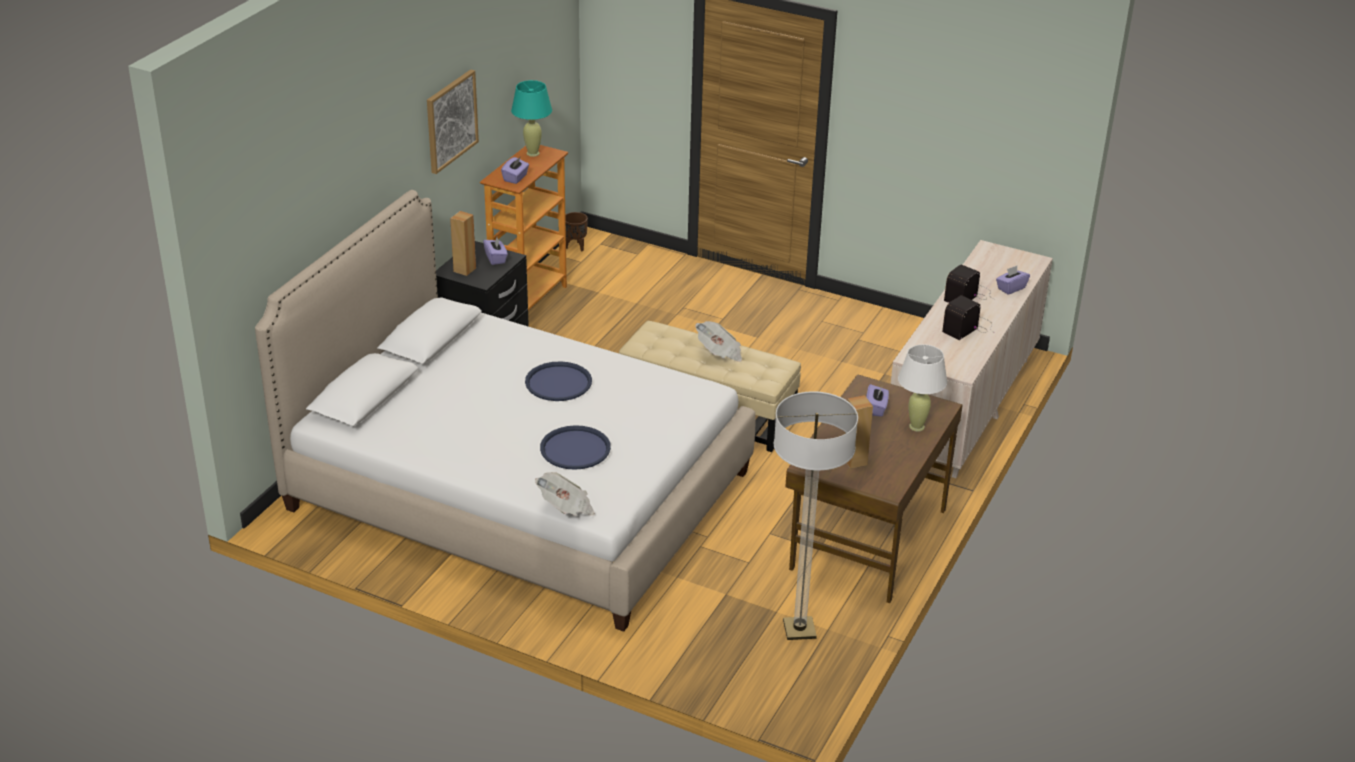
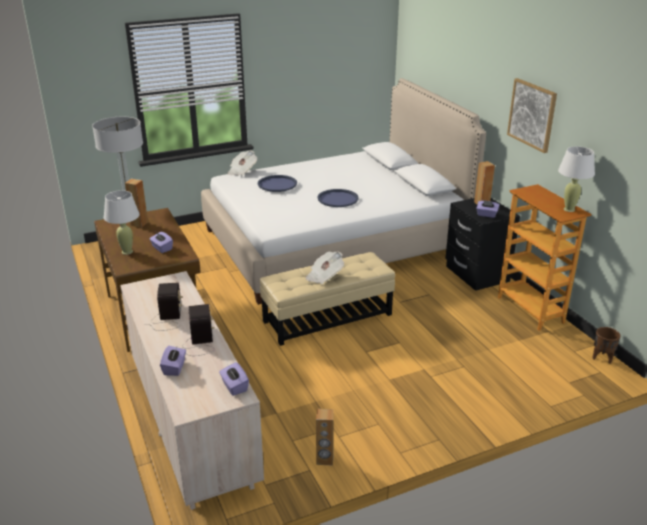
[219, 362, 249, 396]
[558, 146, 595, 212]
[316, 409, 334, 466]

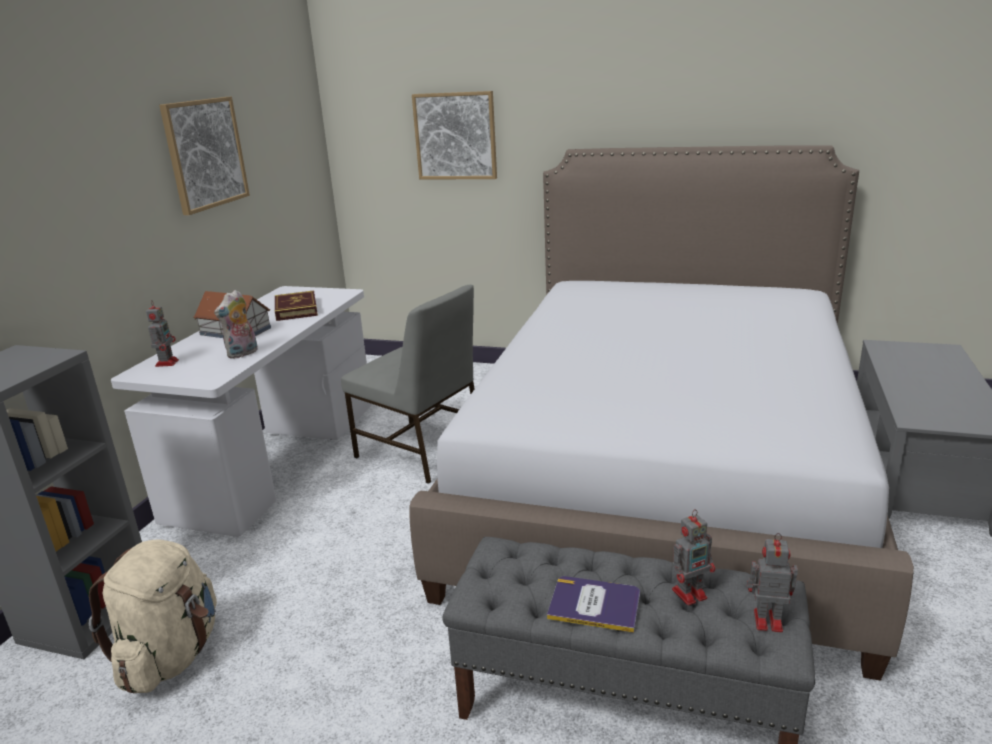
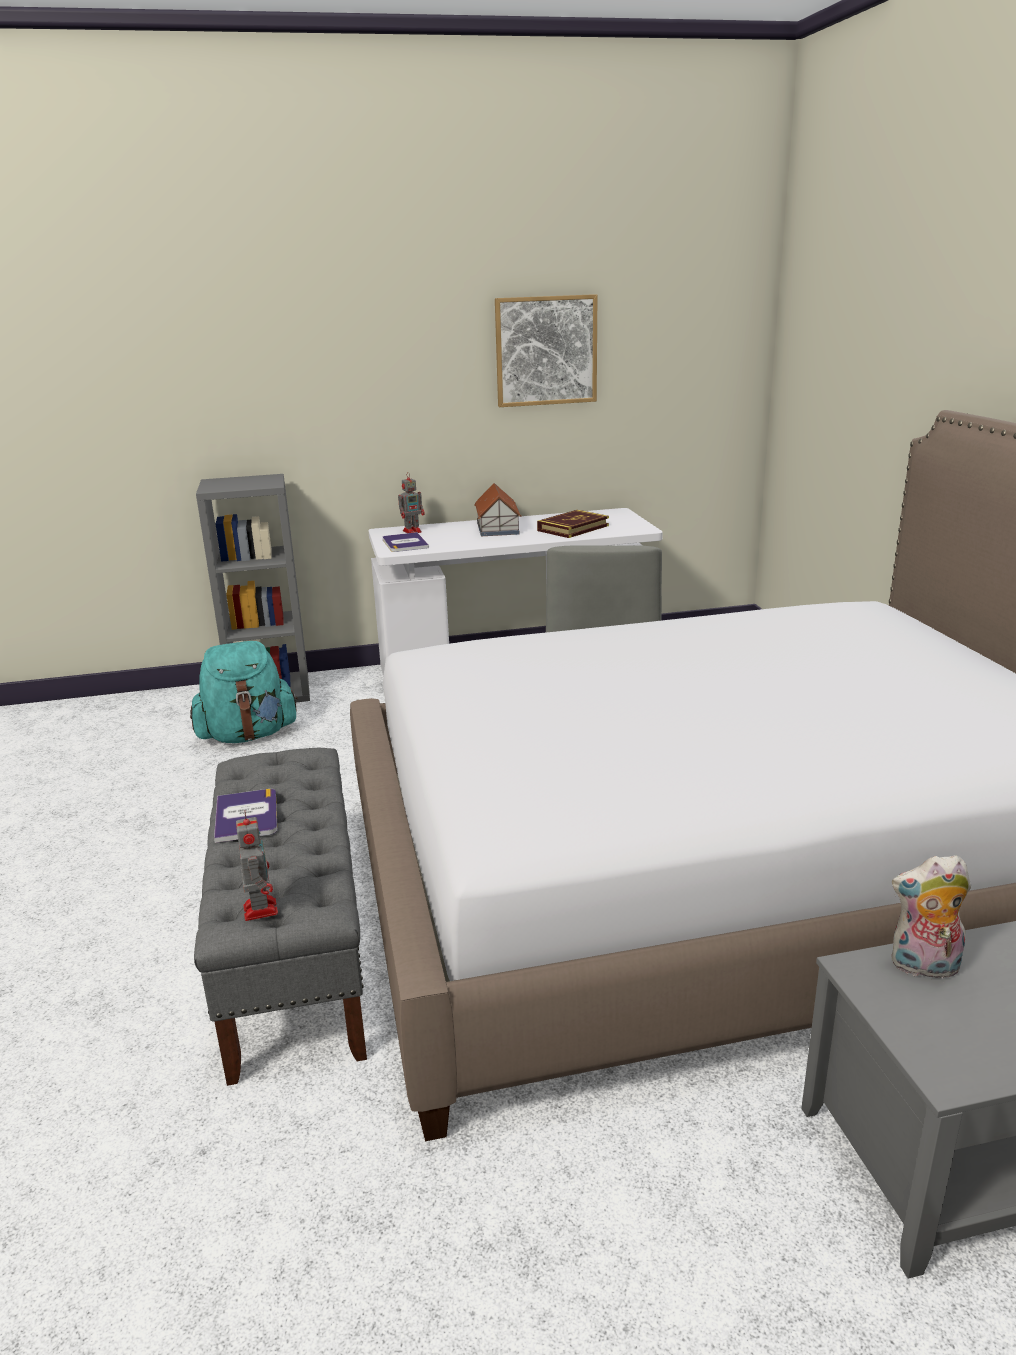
[190, 641, 298, 743]
[891, 855, 971, 983]
[412, 91, 497, 179] (first image)
[672, 509, 715, 606] (first image)
[383, 532, 429, 552]

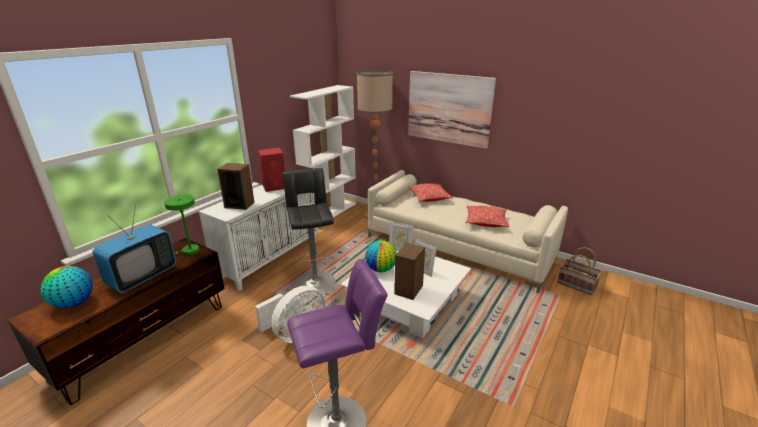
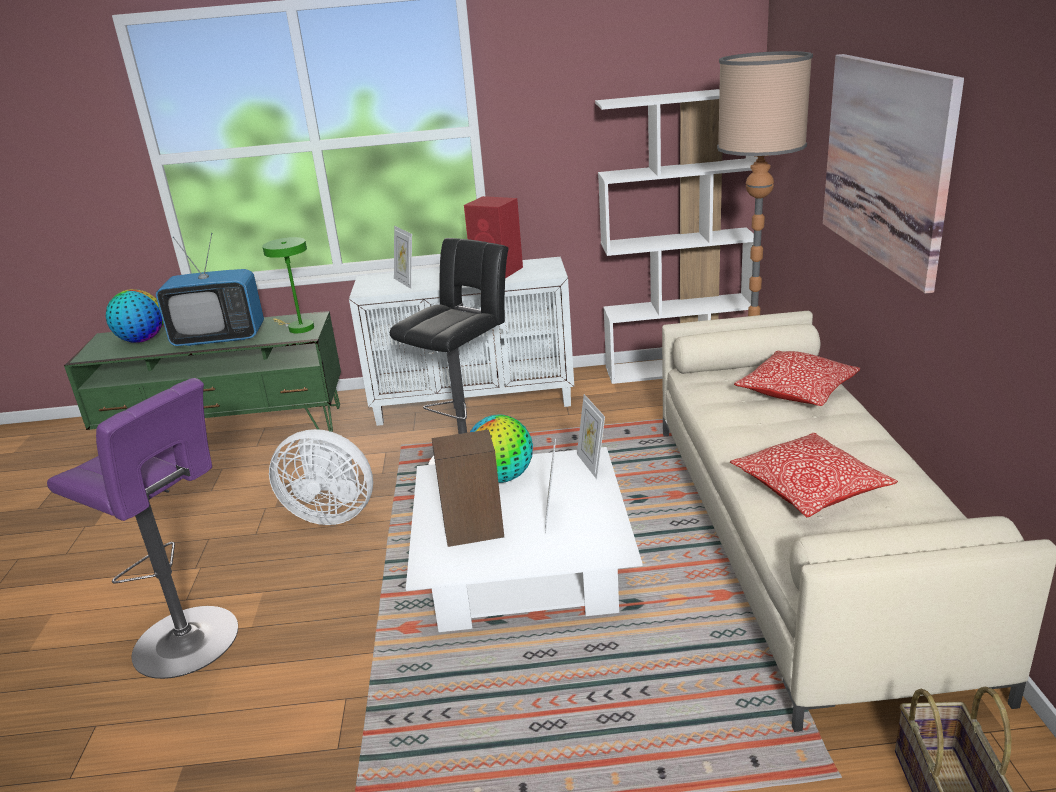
[64, 311, 341, 432]
[394, 226, 412, 289]

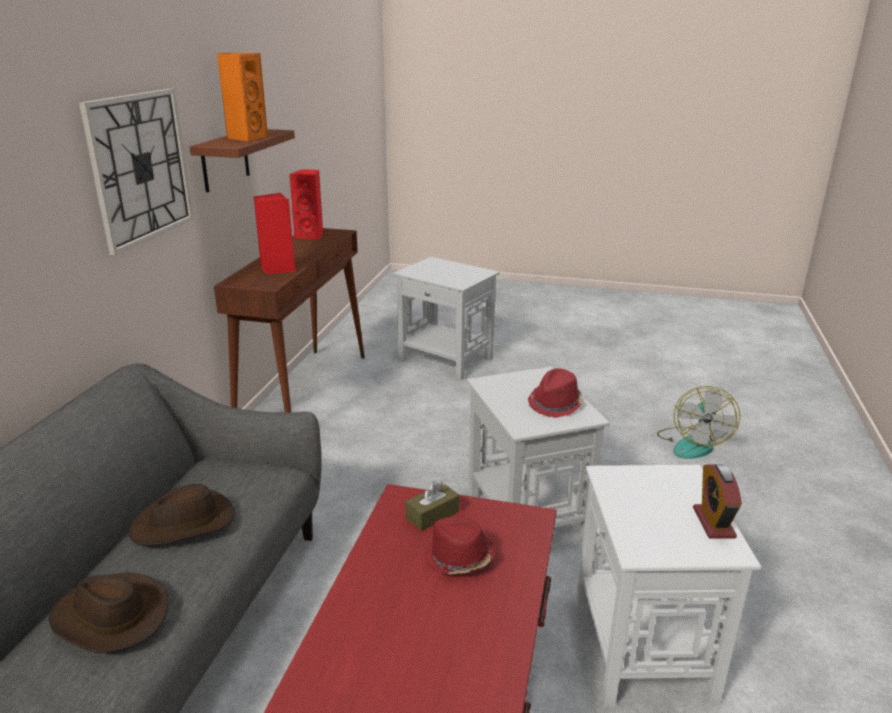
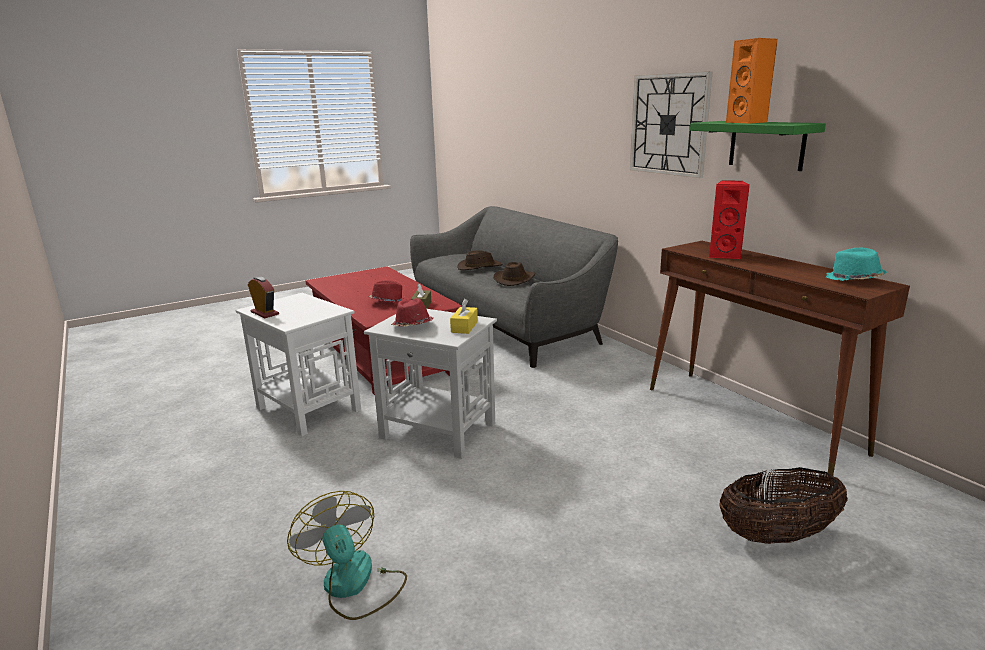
[690, 121, 826, 171]
[826, 247, 887, 281]
[720, 467, 848, 544]
[450, 299, 478, 334]

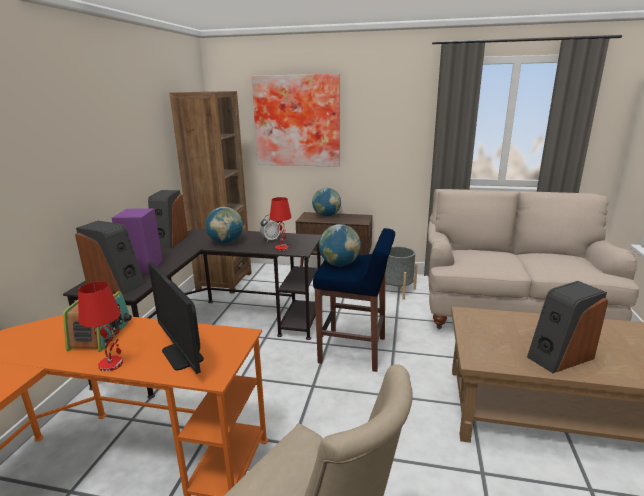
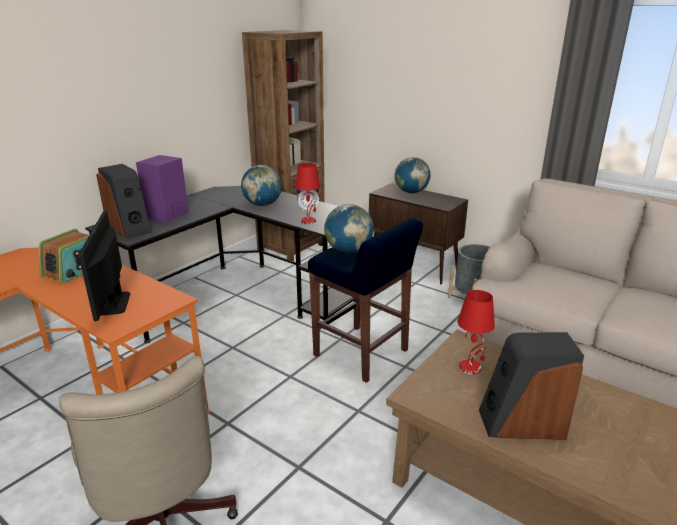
[458, 290, 495, 374]
[148, 190, 188, 249] (first image)
[252, 74, 340, 167] (first image)

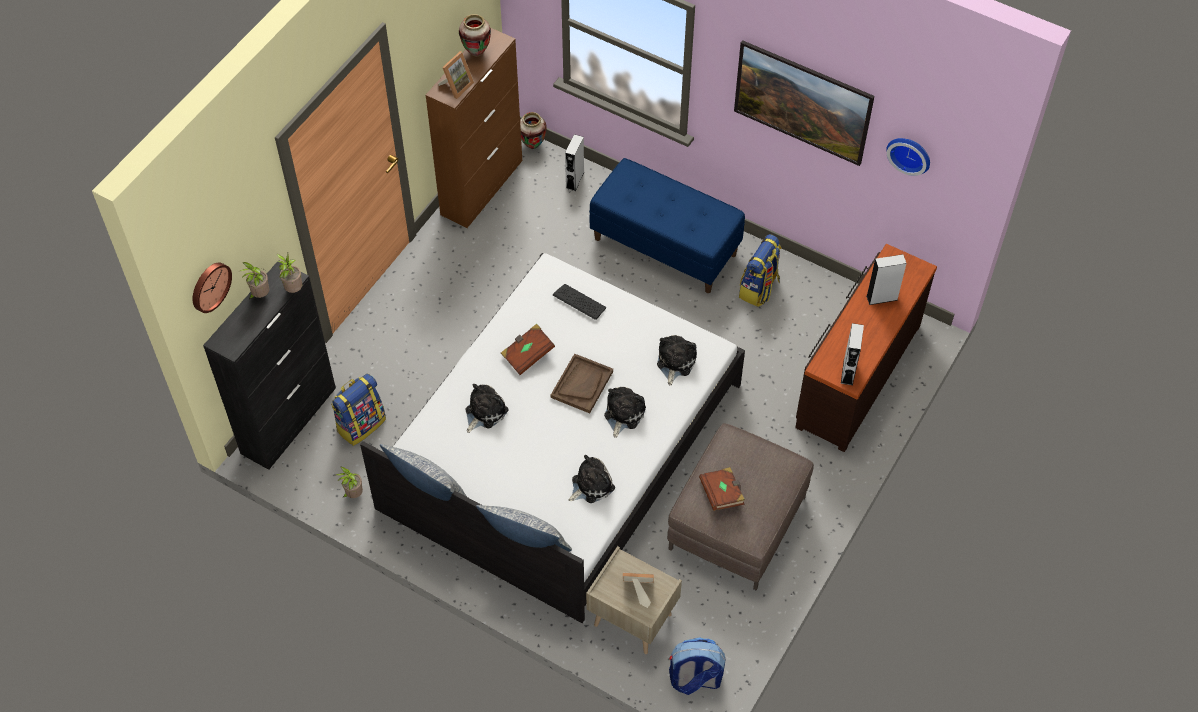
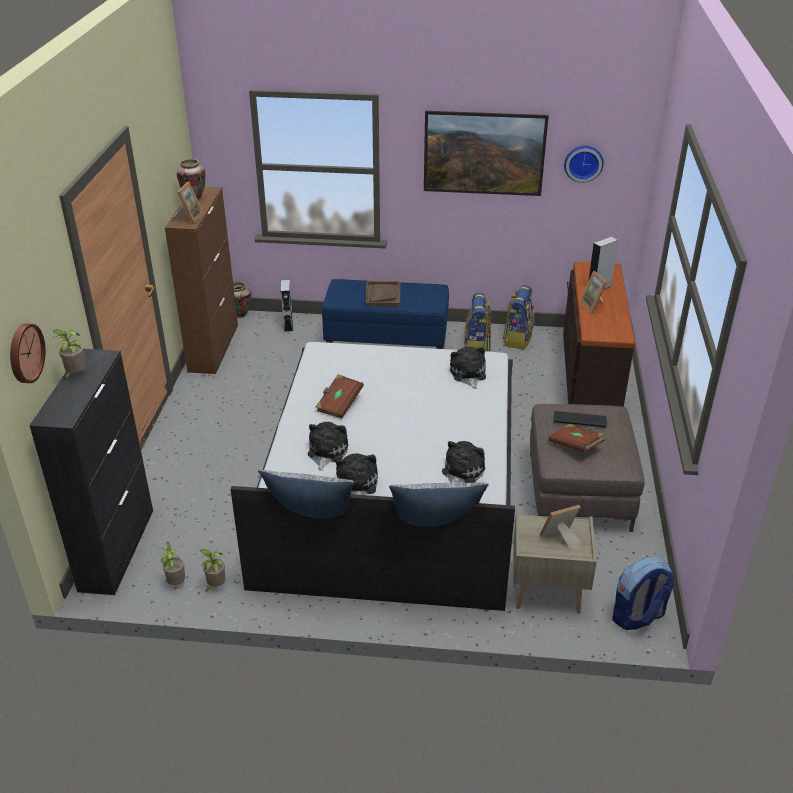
[157, 542, 185, 585]
[503, 285, 534, 349]
[365, 281, 400, 307]
[553, 411, 607, 427]
[336, 453, 378, 495]
[841, 323, 864, 385] (first image)
[580, 271, 607, 313]

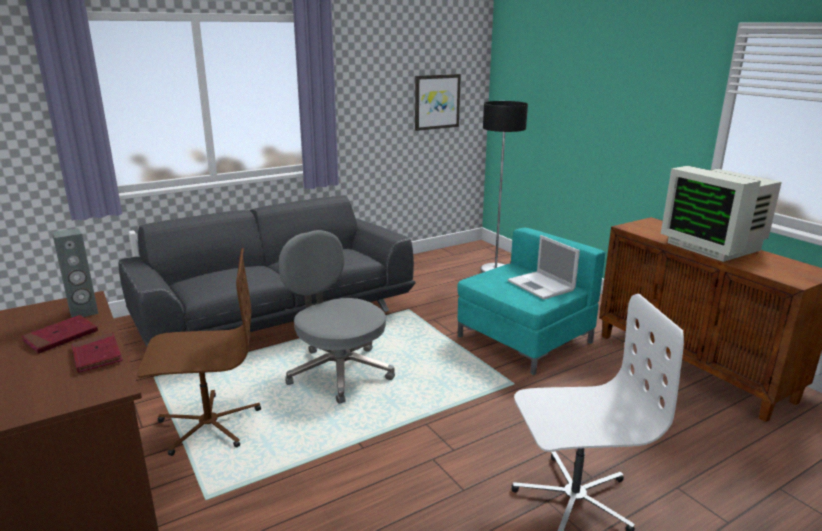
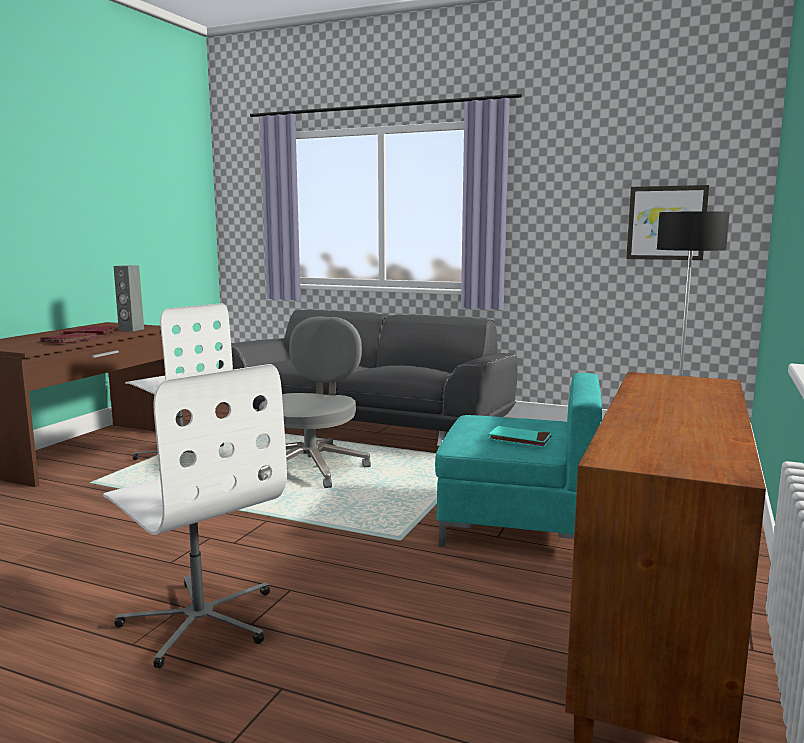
[125, 303, 233, 471]
[488, 426, 552, 448]
[661, 166, 782, 262] (first image)

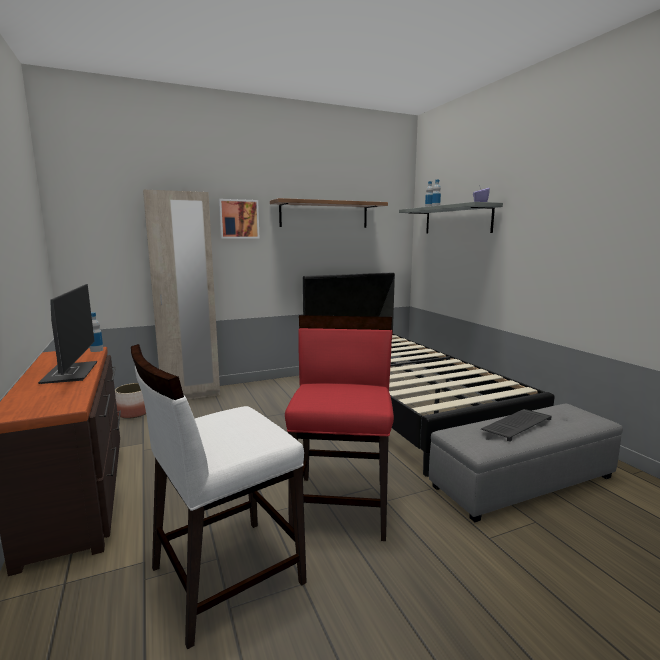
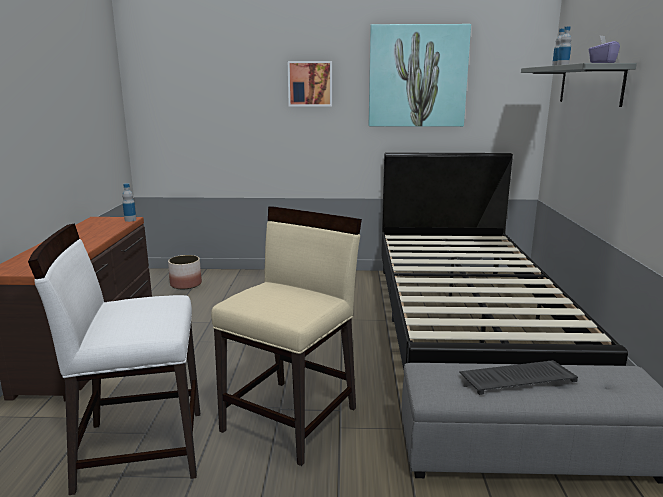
[38, 284, 97, 384] (first image)
[143, 190, 220, 400] (first image)
[369, 24, 471, 127]
[211, 206, 362, 466]

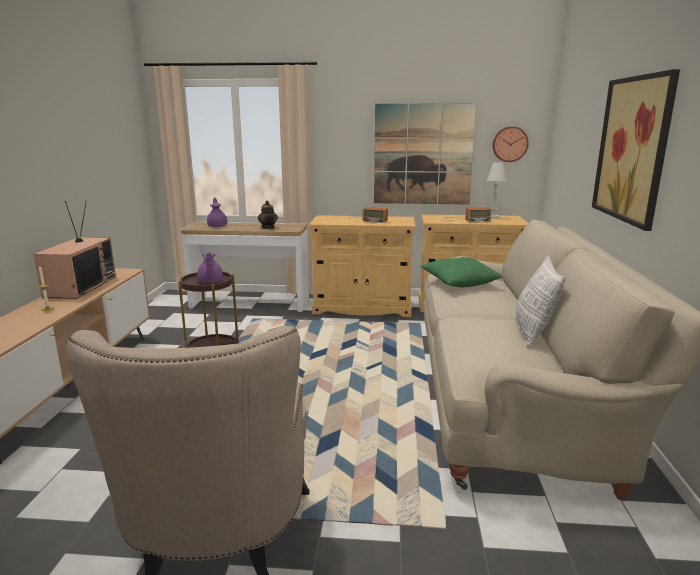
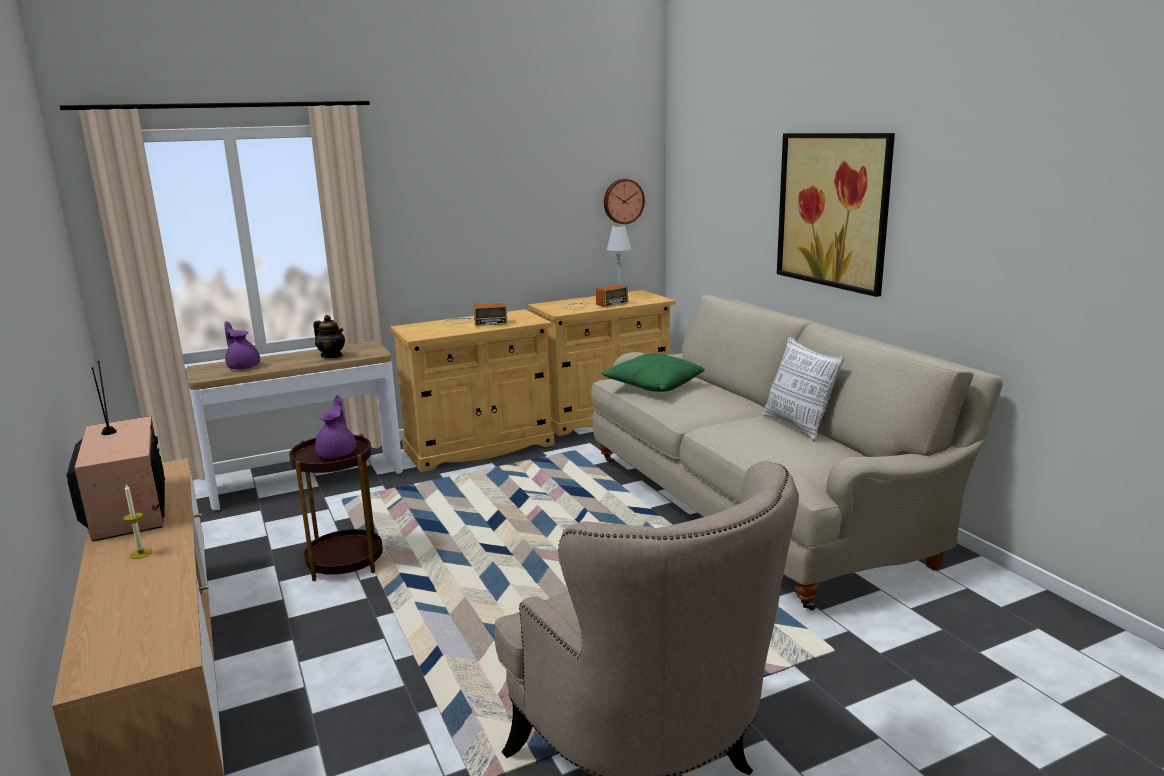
[315, 395, 356, 458]
[374, 103, 476, 204] (first image)

